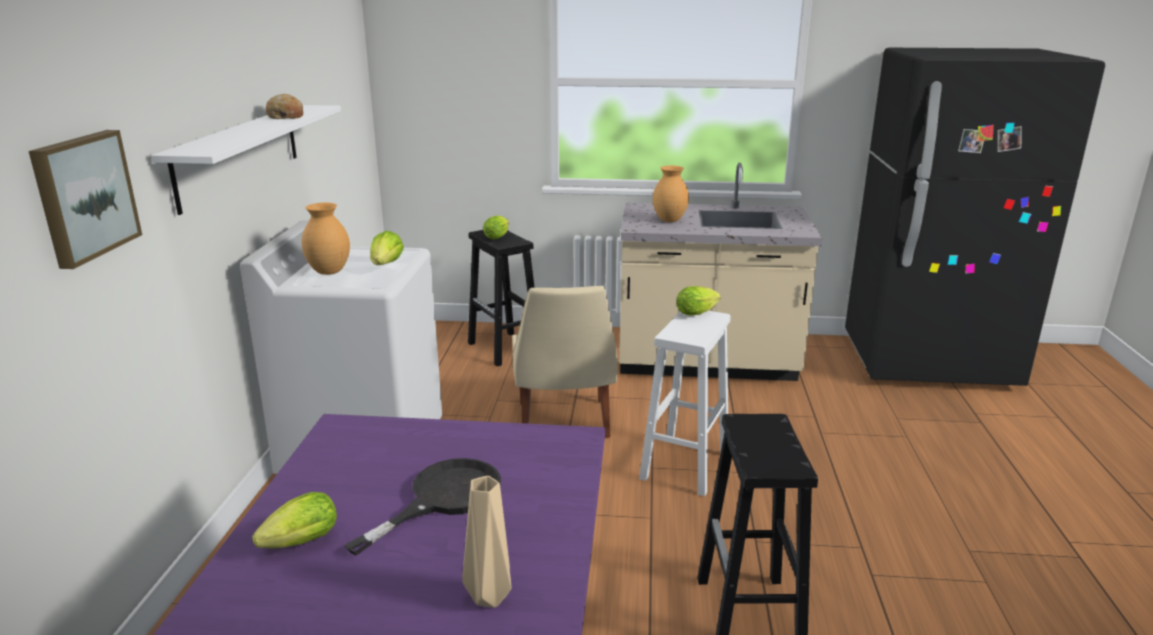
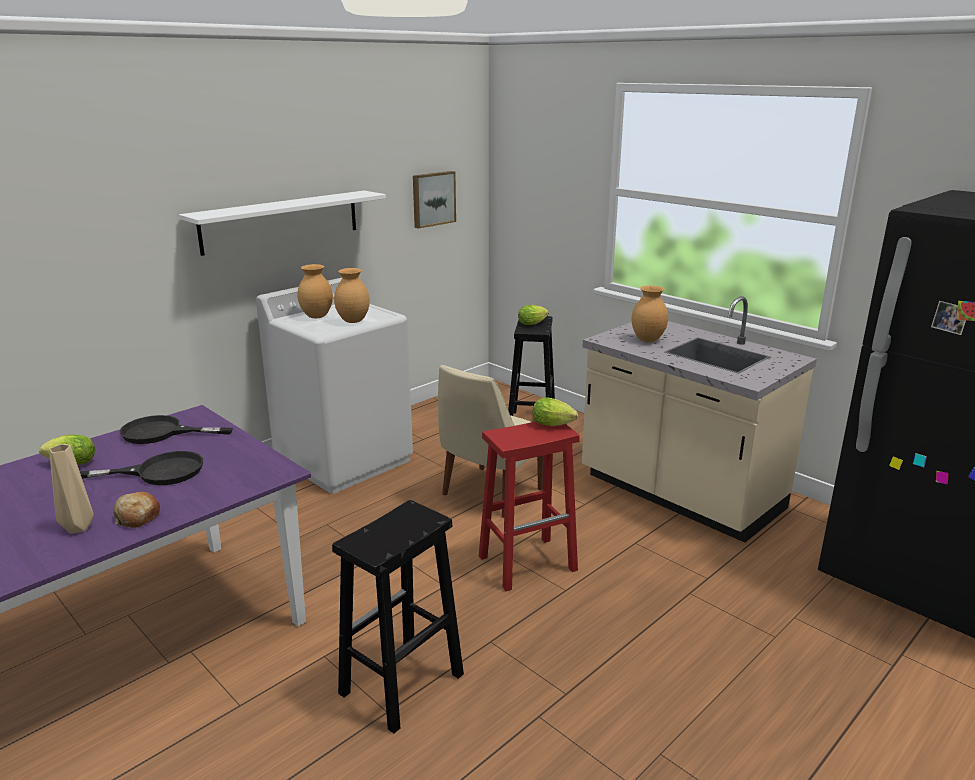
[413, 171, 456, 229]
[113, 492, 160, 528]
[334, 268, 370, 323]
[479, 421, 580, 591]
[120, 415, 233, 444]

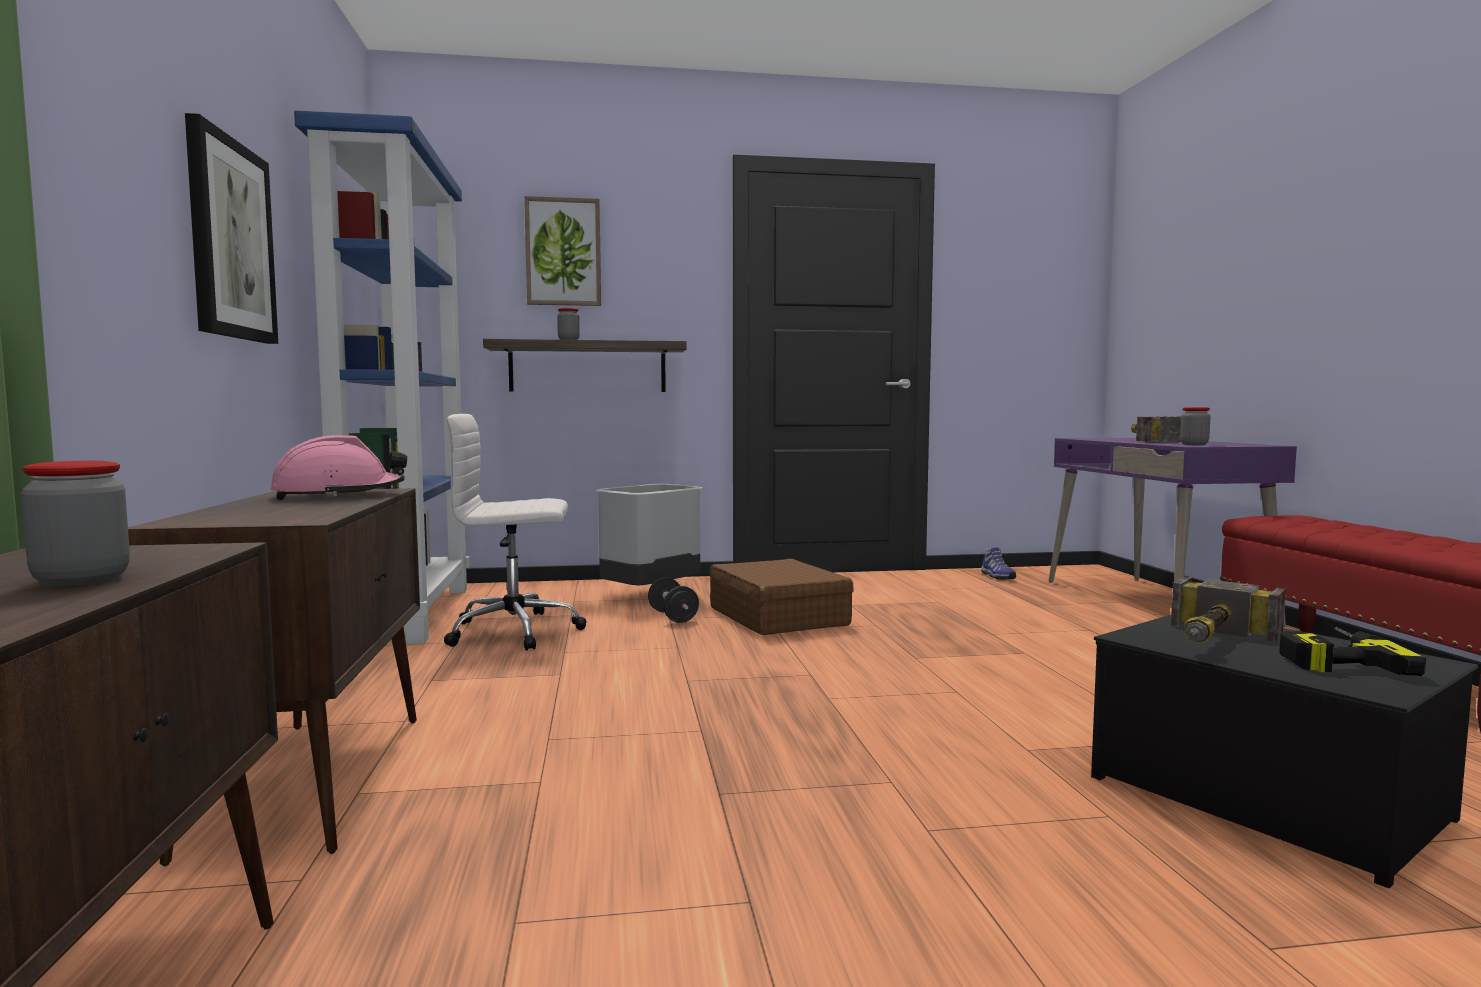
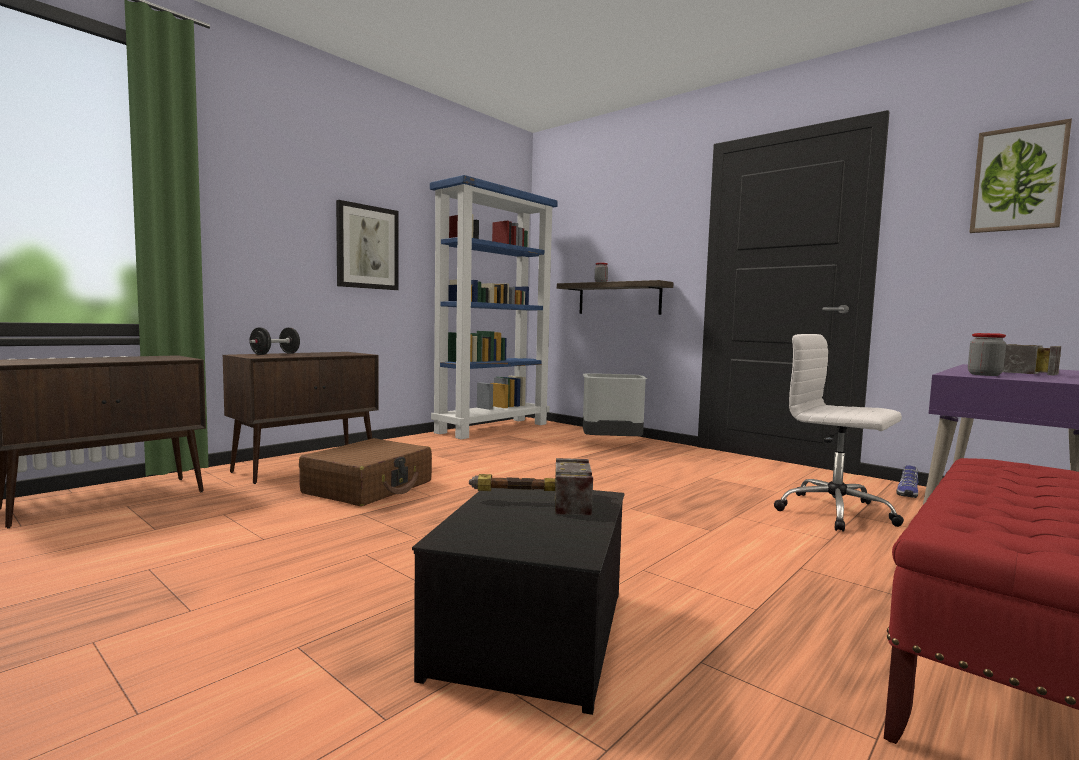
[21, 461, 130, 586] (first image)
[270, 435, 407, 500] (first image)
[774, 334, 904, 532]
[970, 118, 1072, 233]
[249, 328, 300, 355]
[299, 438, 432, 506]
[1279, 626, 1426, 676] (first image)

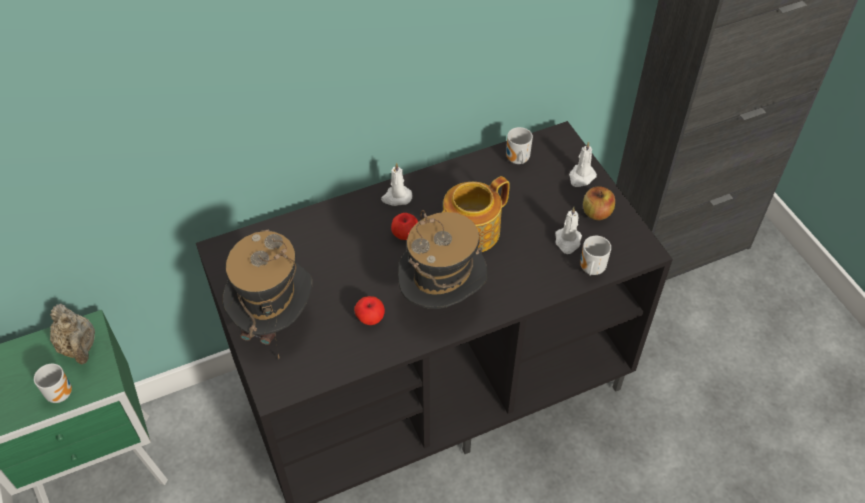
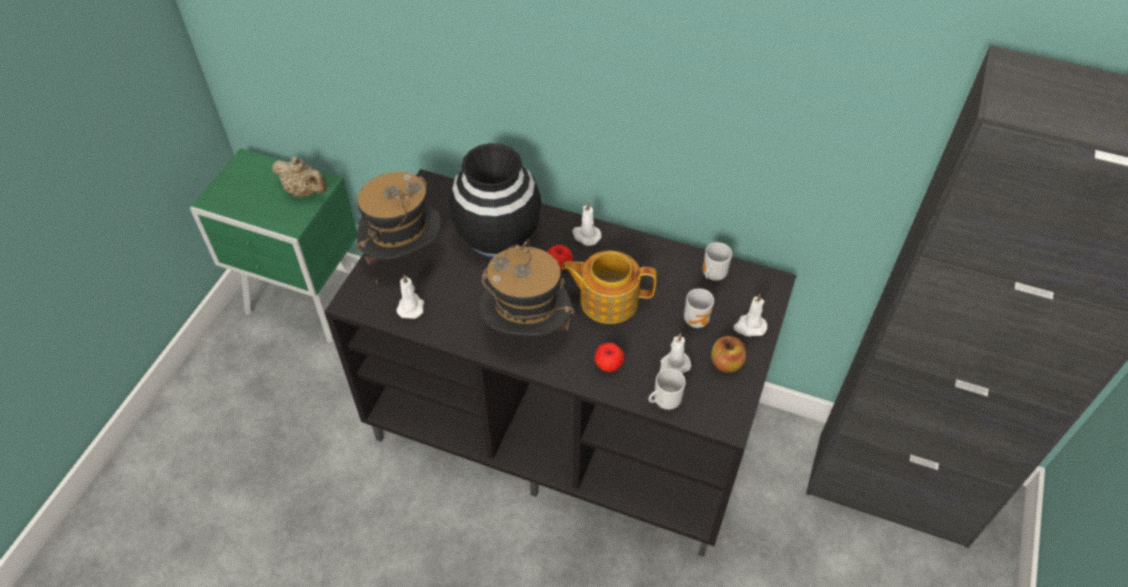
[684, 288, 714, 328]
[272, 157, 327, 197]
[595, 342, 624, 372]
[396, 275, 424, 319]
[449, 143, 541, 257]

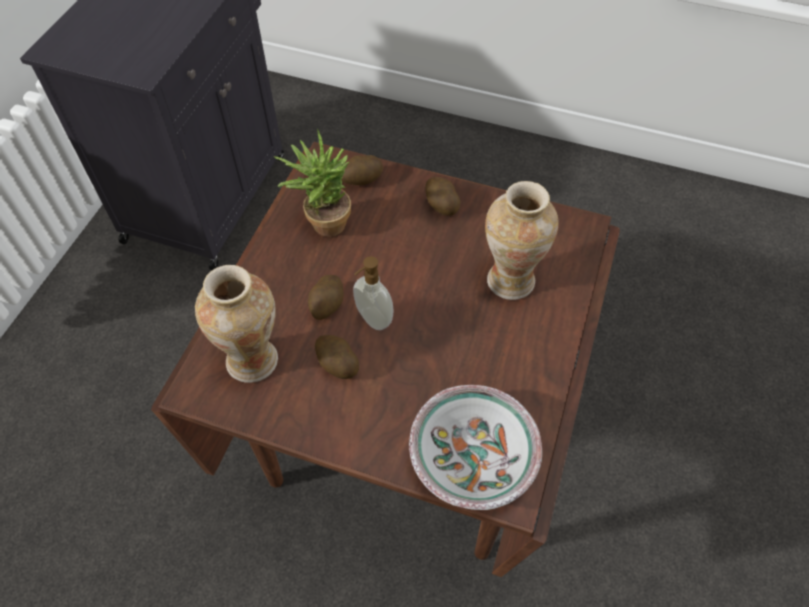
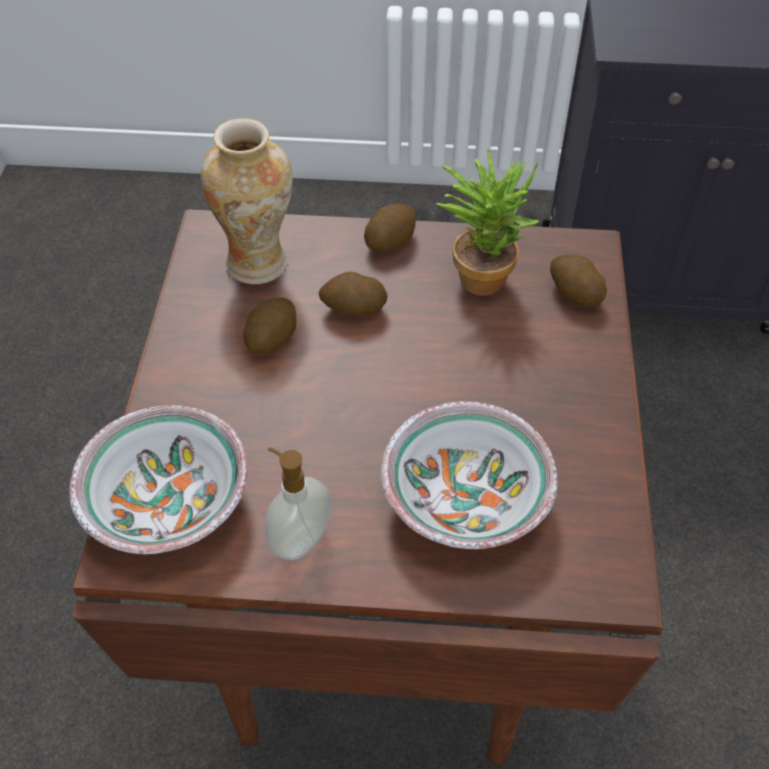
[265, 447, 331, 560]
[364, 204, 416, 252]
[381, 401, 558, 549]

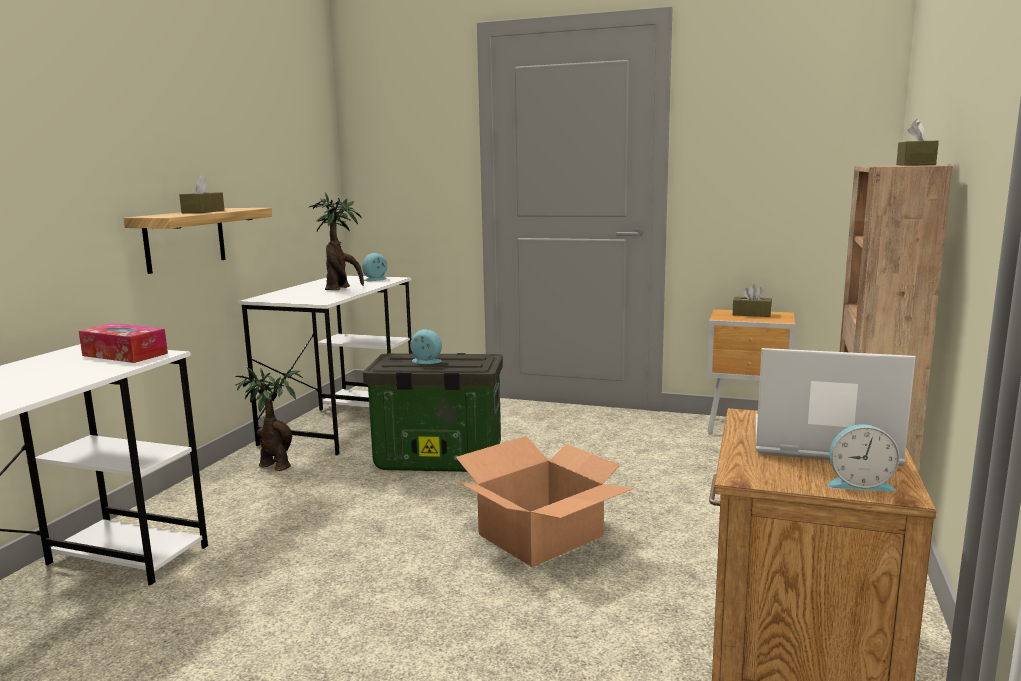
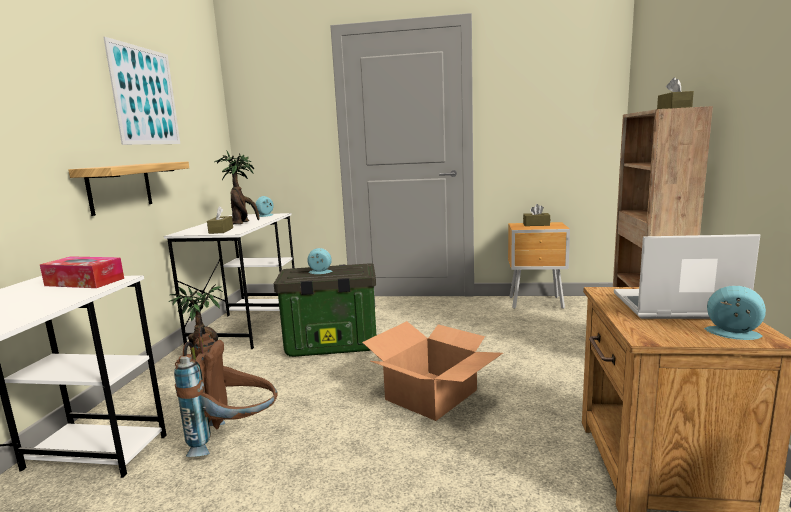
[207, 206, 233, 234]
[704, 285, 766, 340]
[103, 37, 180, 145]
[174, 327, 278, 457]

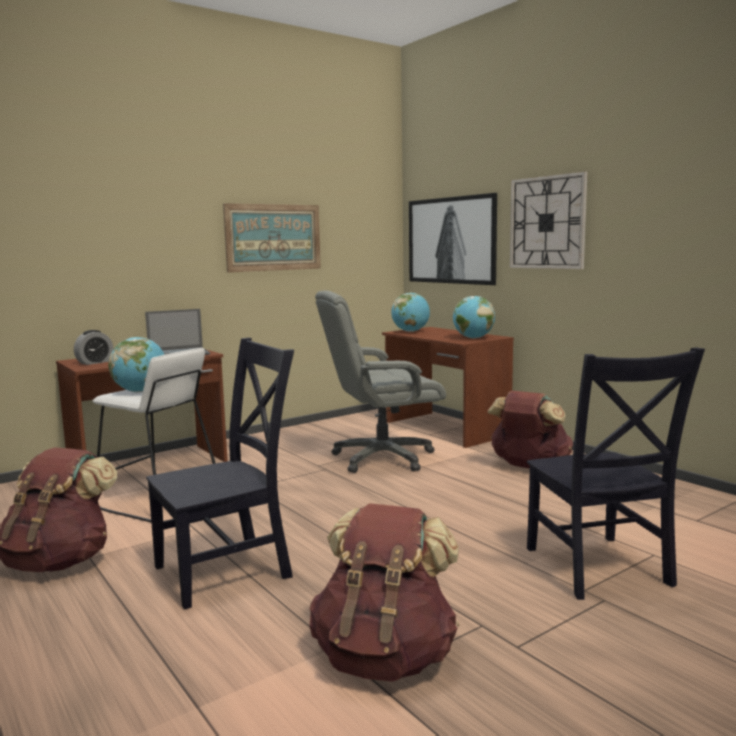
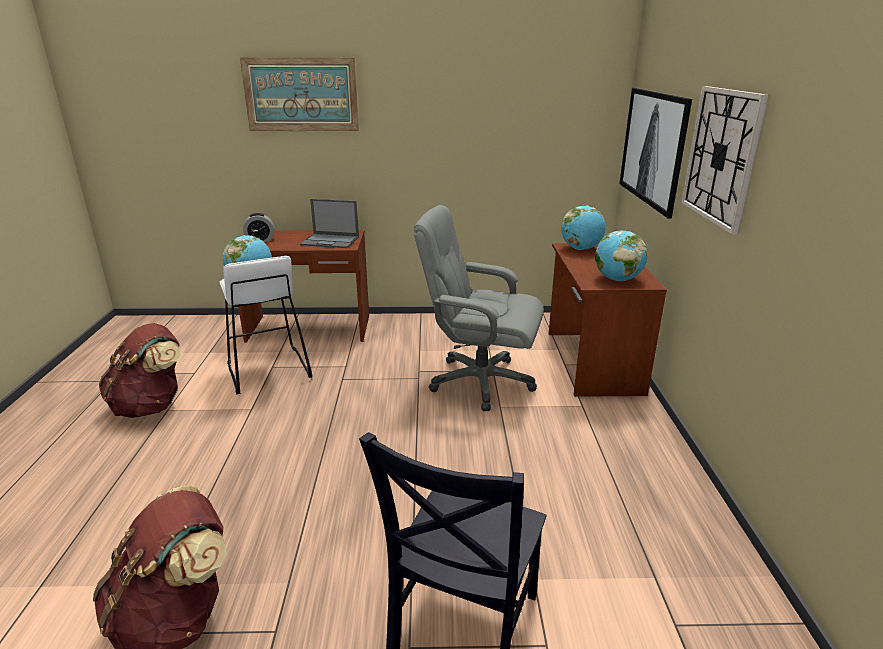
[146, 338, 294, 610] (first image)
[240, 57, 359, 131]
[487, 391, 573, 468] (first image)

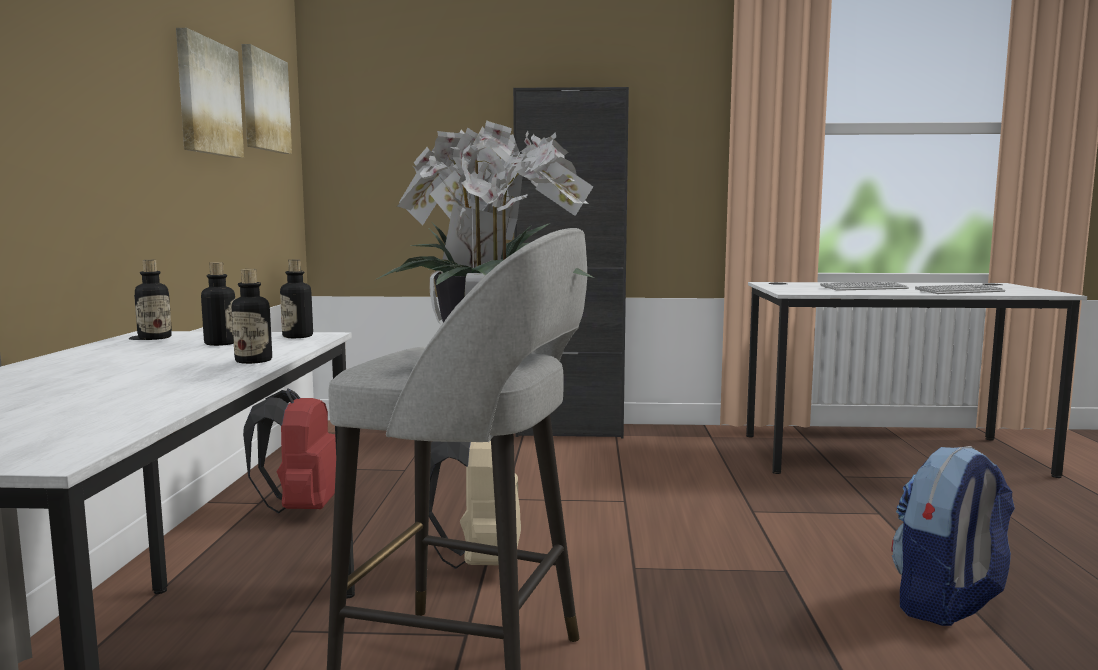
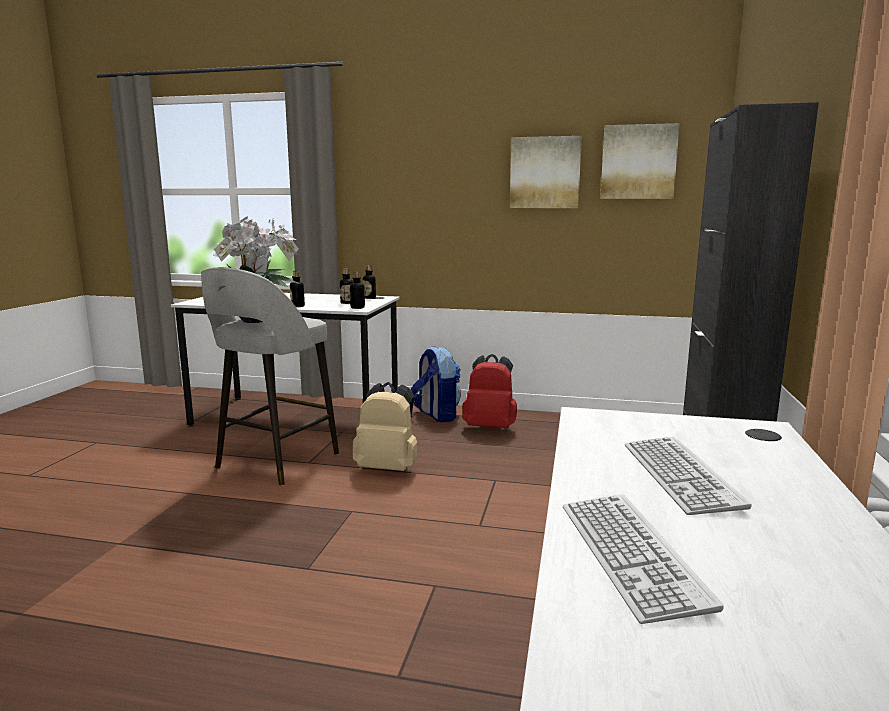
[411, 346, 461, 422]

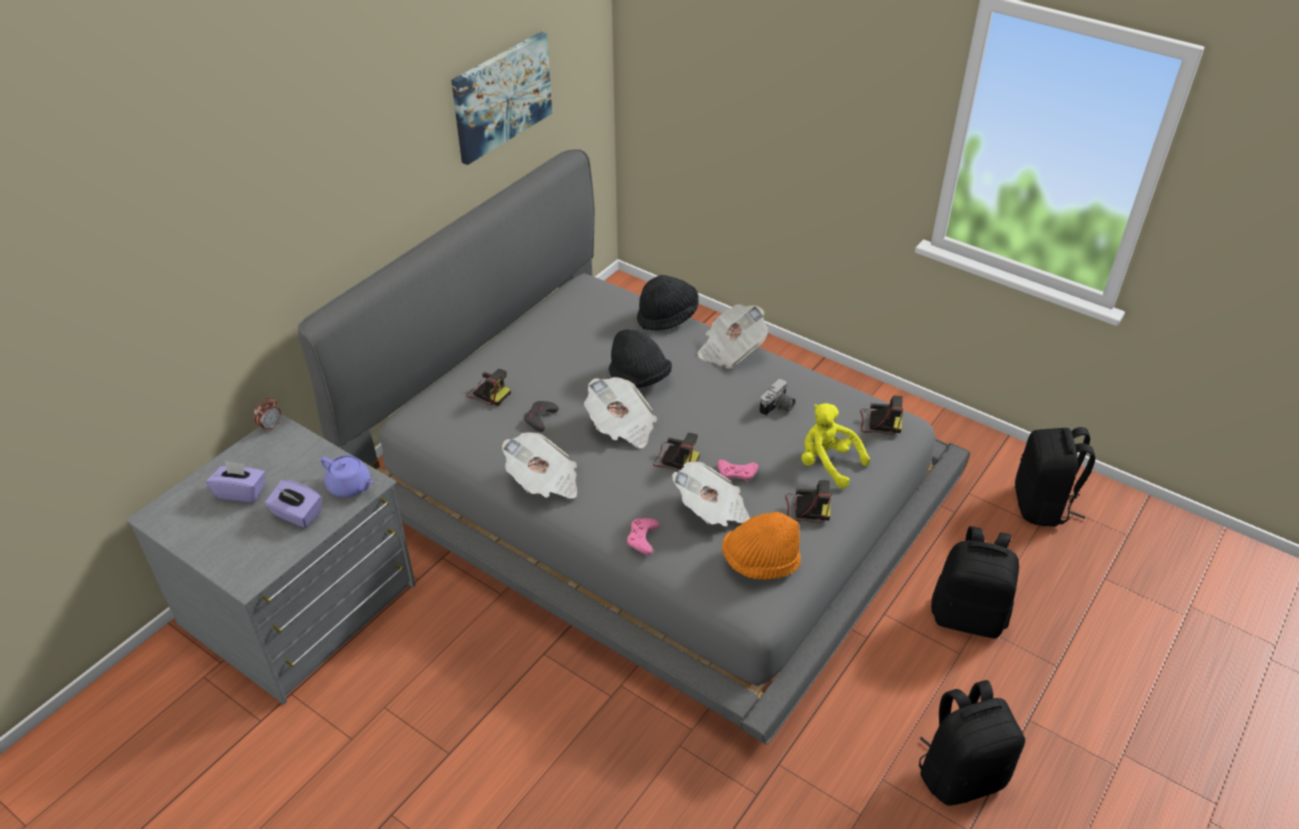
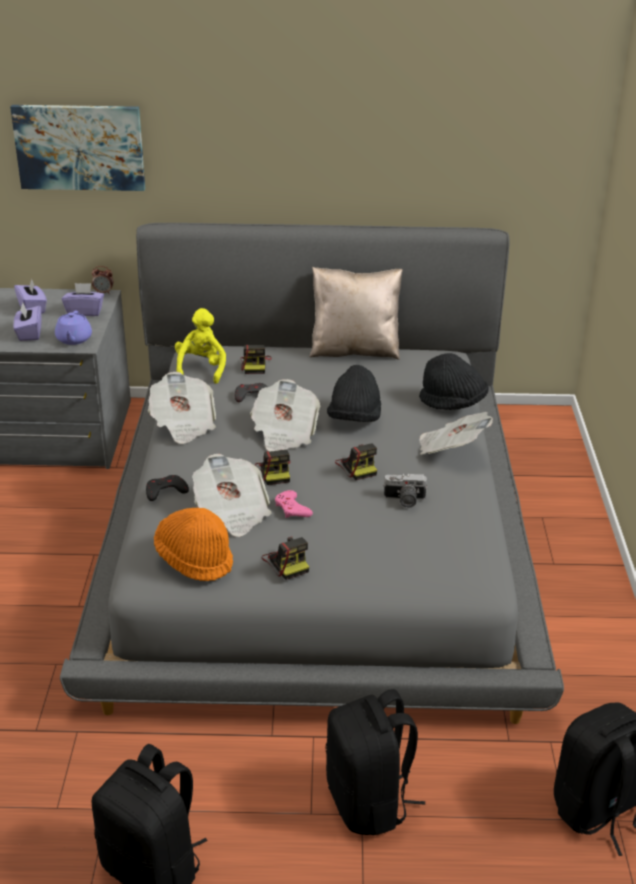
[10, 105, 145, 191]
[146, 475, 189, 501]
[175, 308, 226, 384]
[335, 443, 377, 480]
[62, 283, 104, 316]
[309, 267, 403, 360]

